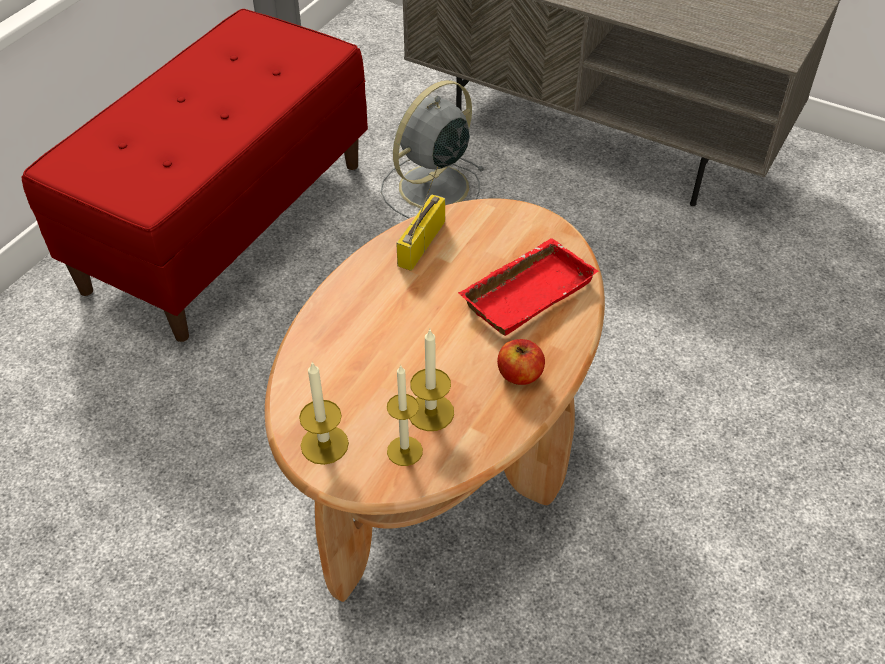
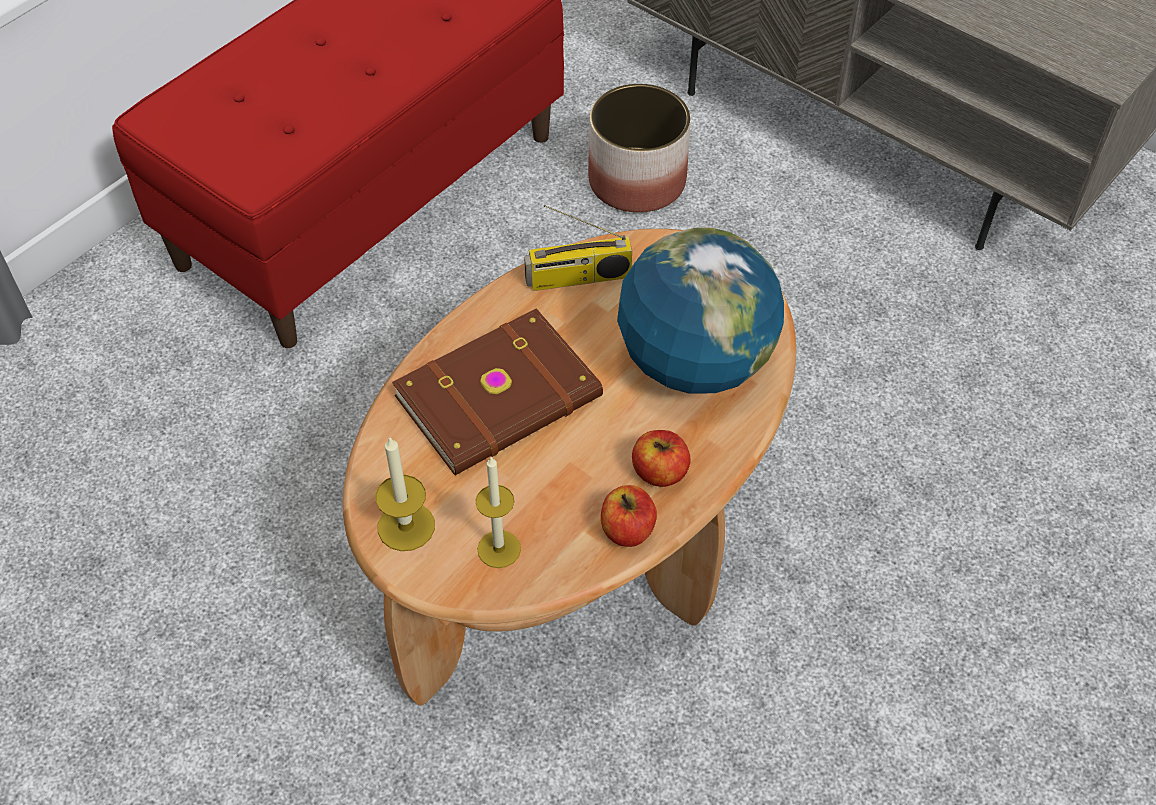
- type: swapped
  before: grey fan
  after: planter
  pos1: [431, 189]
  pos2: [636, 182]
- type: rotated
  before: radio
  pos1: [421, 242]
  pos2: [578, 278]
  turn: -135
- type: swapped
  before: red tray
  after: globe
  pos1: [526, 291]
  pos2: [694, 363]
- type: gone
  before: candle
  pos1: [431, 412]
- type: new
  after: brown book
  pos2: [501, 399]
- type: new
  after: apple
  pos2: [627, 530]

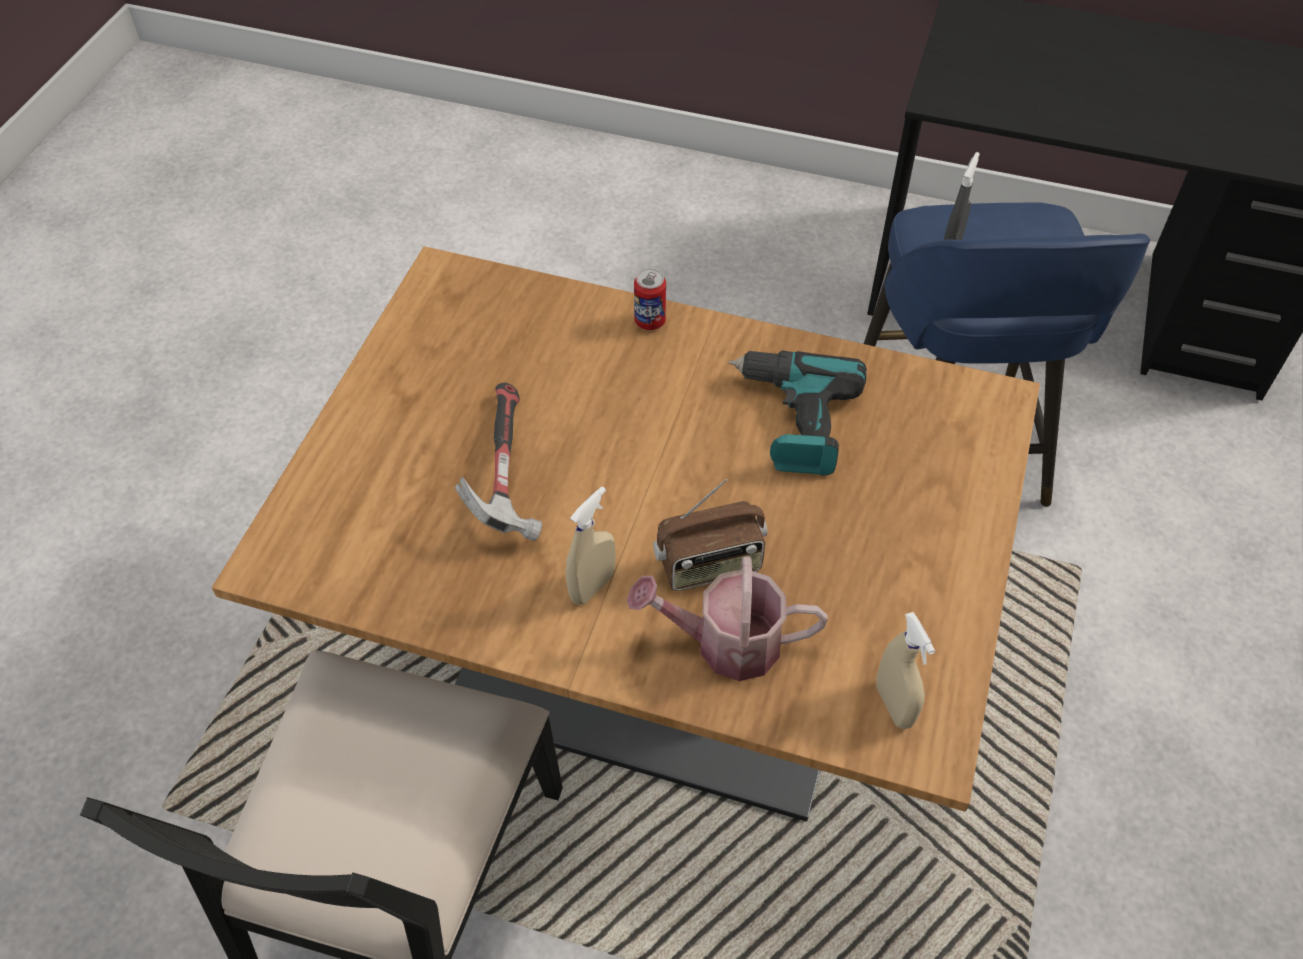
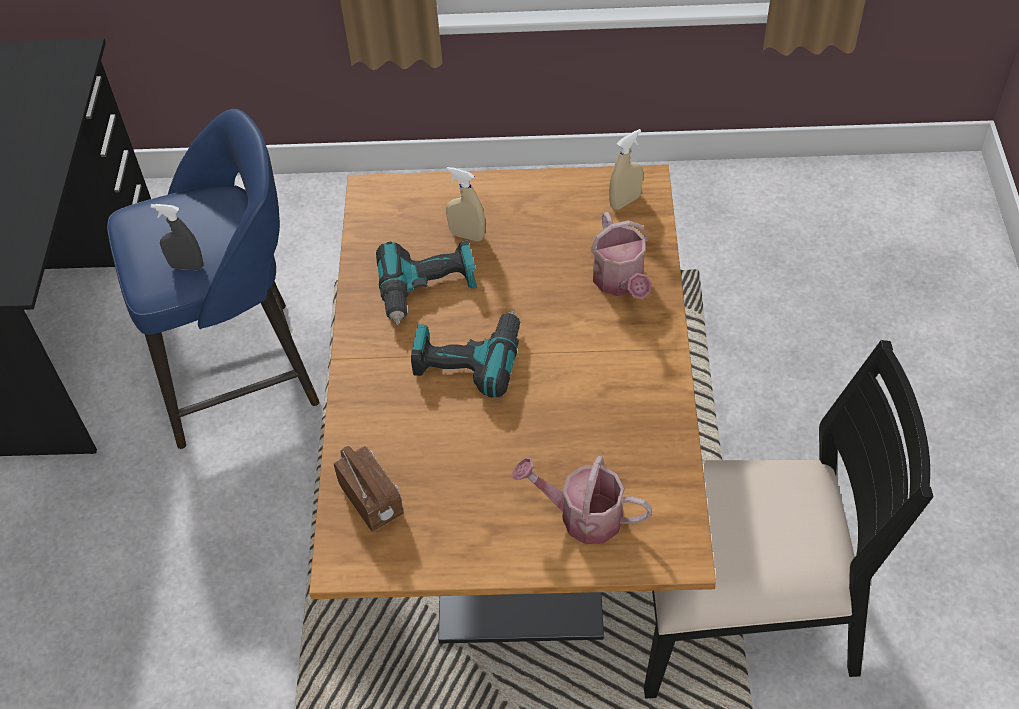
- type: gone
  before: can
  pos1: [650, 321]
- type: gone
  before: hammer
  pos1: [505, 475]
- type: shifted
  before: radio
  pos1: [709, 566]
  pos2: [372, 500]
- type: shifted
  before: beige spray bottle
  pos1: [592, 586]
  pos2: [467, 235]
- type: new
  after: power drill
  pos2: [468, 358]
- type: new
  after: watering can
  pos2: [582, 516]

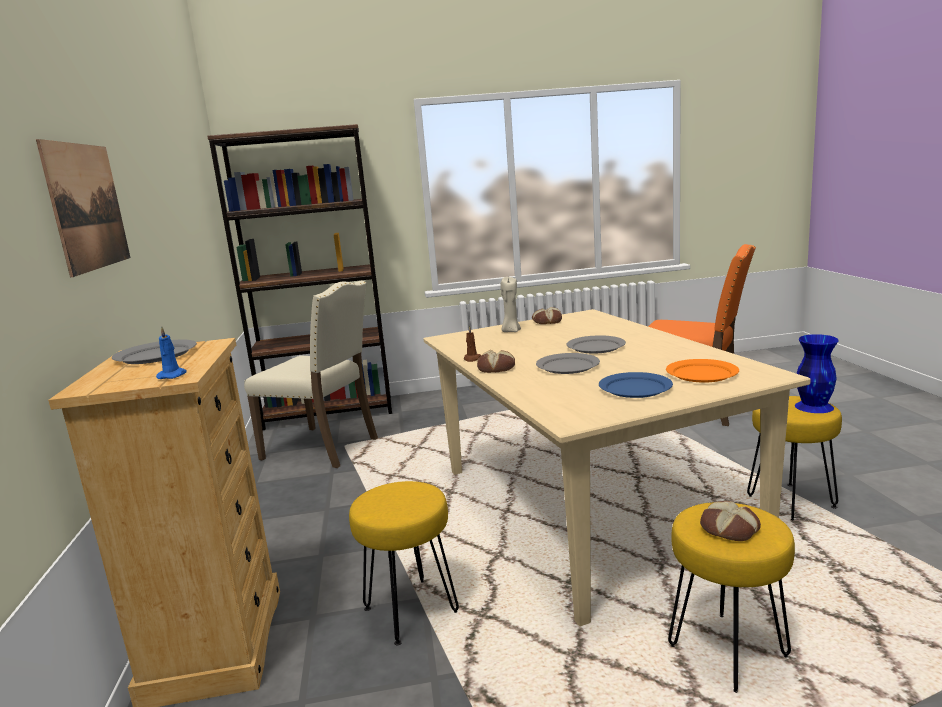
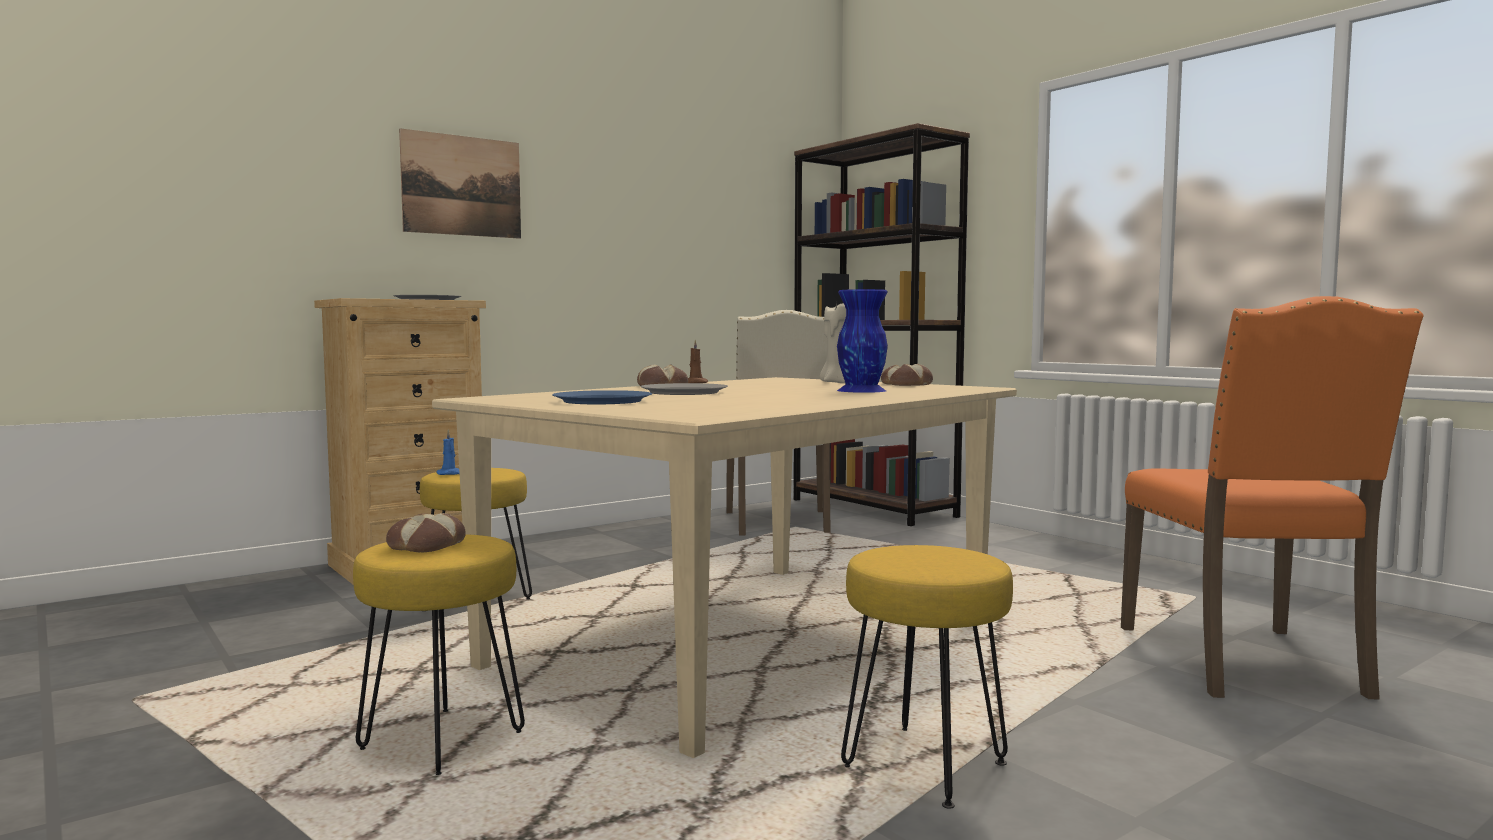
- type: shifted
  before: blue candle
  pos1: [173, 375]
  pos2: [451, 474]
- type: shifted
  before: blue vase
  pos1: [813, 406]
  pos2: [862, 390]
- type: gone
  before: grey plate
  pos1: [596, 347]
- type: gone
  before: orange plate
  pos1: [702, 374]

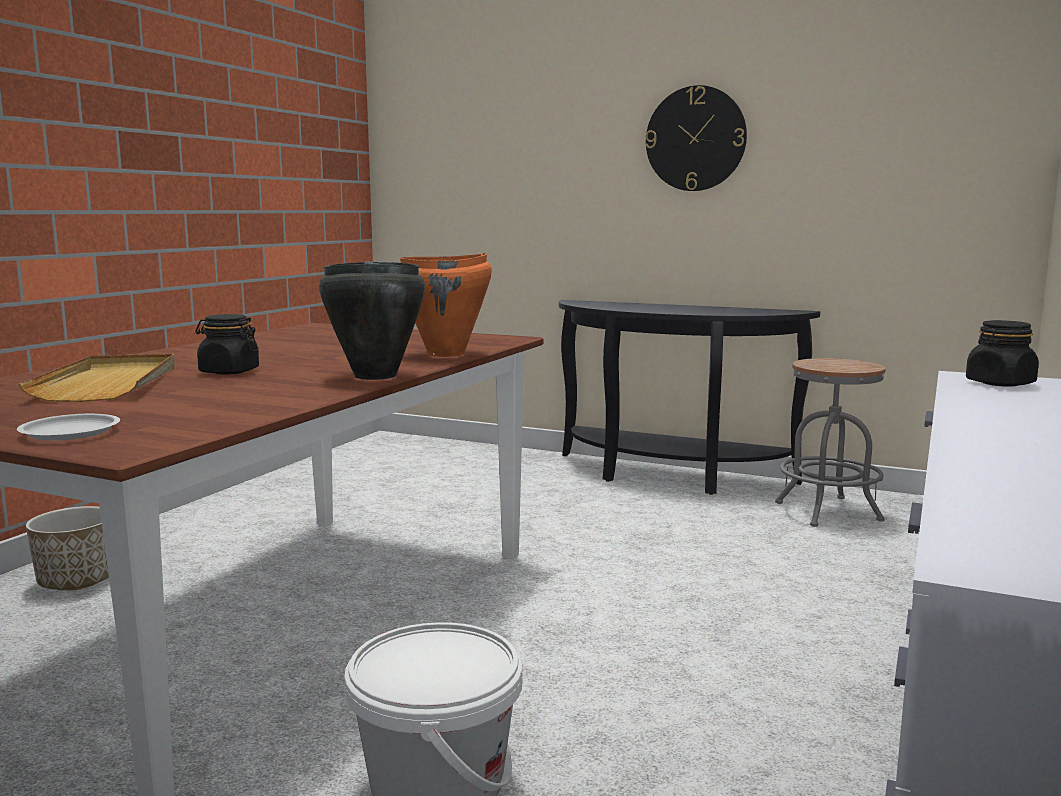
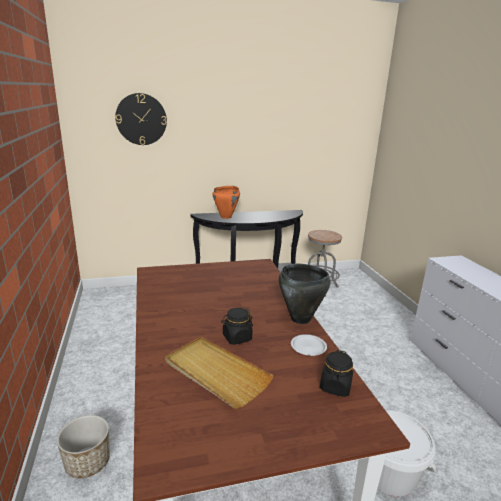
- type: shifted
  before: wall clock
  pos1: [695, 139]
  pos2: [141, 119]
- type: shifted
  before: orange cooking pot
  pos1: [447, 354]
  pos2: [226, 217]
- type: shifted
  before: black jar
  pos1: [1000, 383]
  pos2: [335, 387]
- type: shifted
  before: white plate
  pos1: [69, 432]
  pos2: [308, 347]

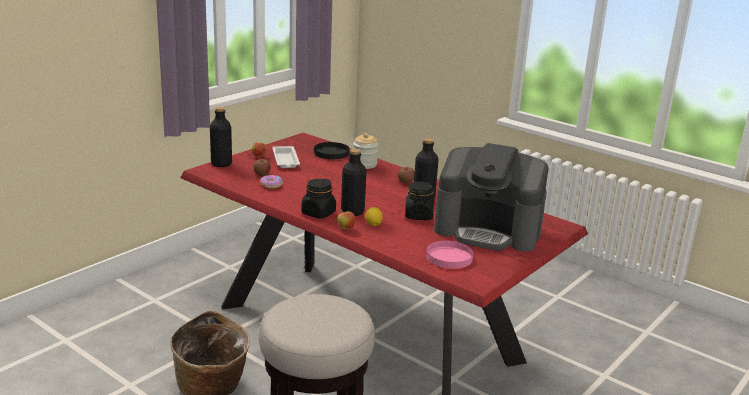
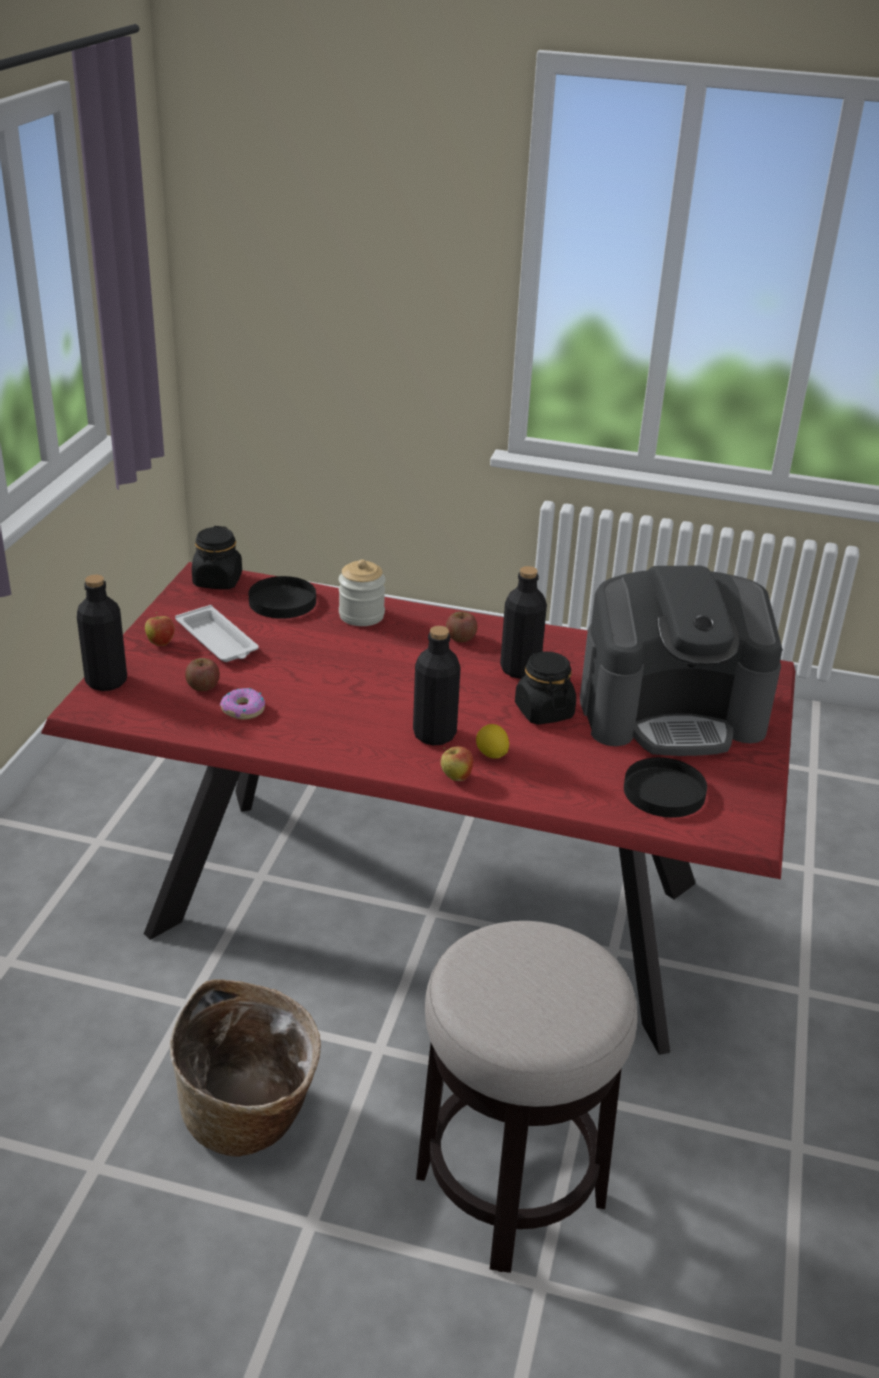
- type: shifted
  before: black jar
  pos1: [318, 213]
  pos2: [217, 581]
- type: repainted
  before: pink plate
  after: black plate
  pos1: [449, 257]
  pos2: [664, 792]

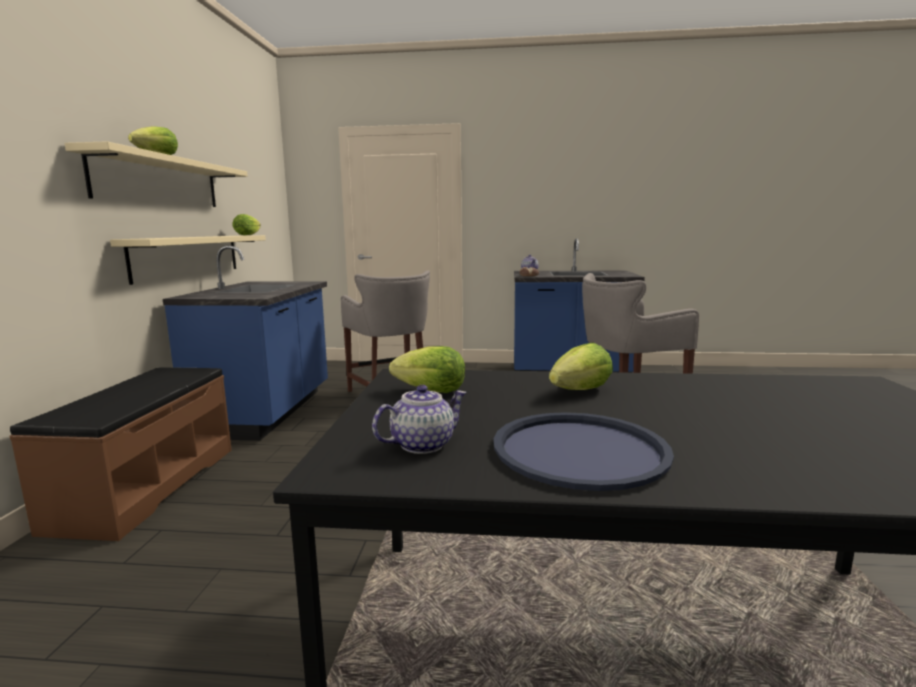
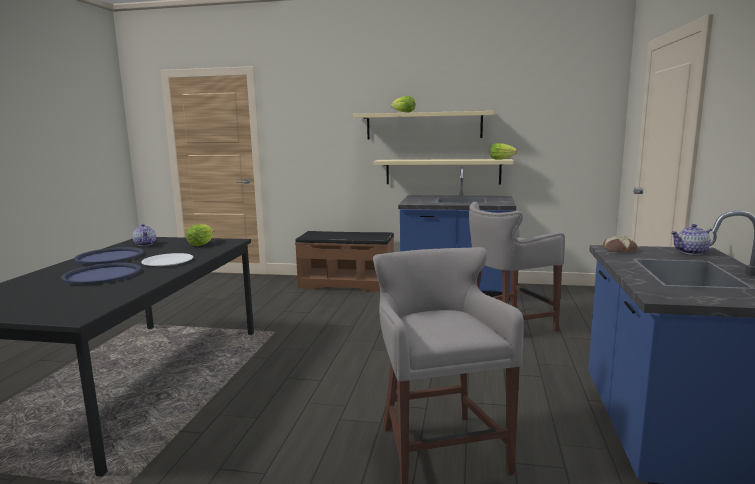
- type: swapped
  before: lettuce
  after: white plate
  pos1: [581, 391]
  pos2: [167, 261]
- type: new
  after: blue tray
  pos2: [102, 275]

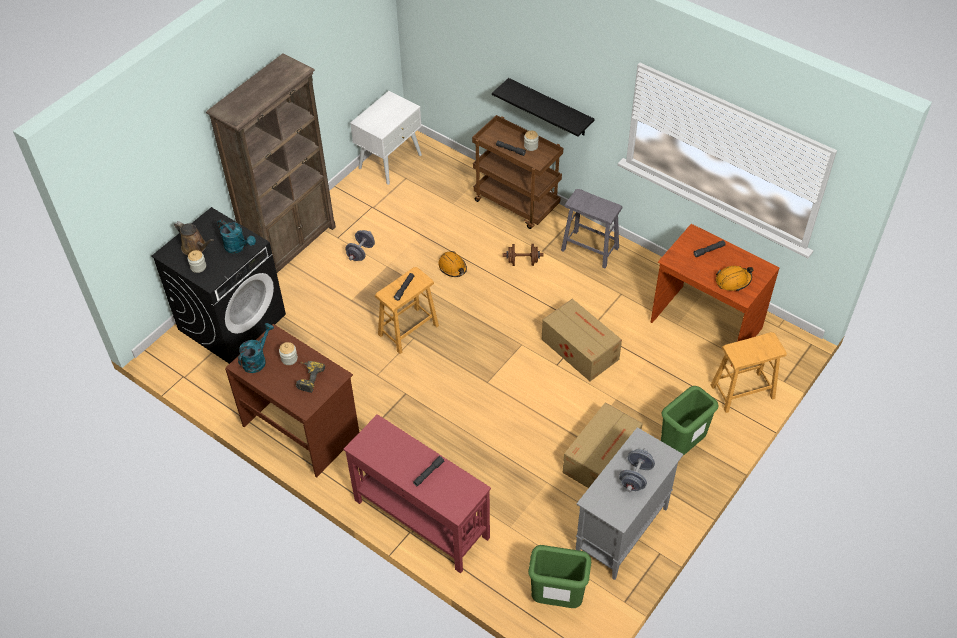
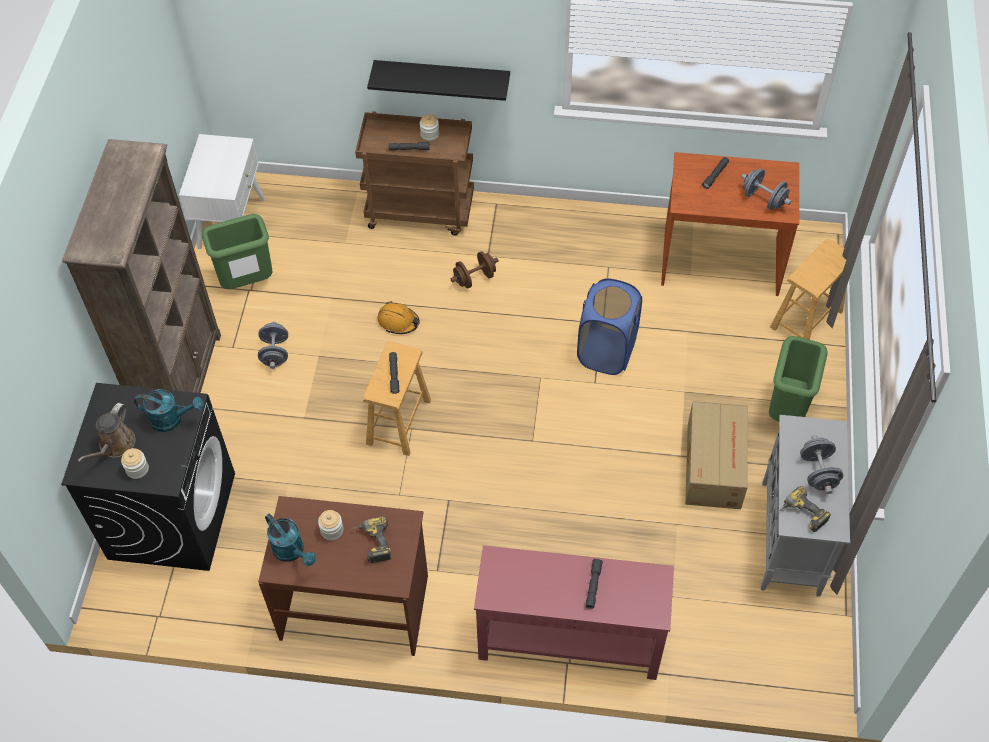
- type: gone
  before: grey stool
  pos1: [590, 249]
- type: rotated
  before: brown watering can
  pos1: [195, 247]
  pos2: [115, 445]
  turn: 105
- type: swapped
  before: orange hard hat
  after: grey dumbbell
  pos1: [733, 281]
  pos2: [763, 199]
- type: swapped
  before: cardboard box
  after: blue laundry basket
  pos1: [579, 348]
  pos2: [606, 351]
- type: rotated
  before: turquoise watering can
  pos1: [257, 360]
  pos2: [292, 551]
  turn: 135
- type: shifted
  before: green trash can
  pos1: [556, 599]
  pos2: [247, 283]
- type: new
  after: power drill
  pos2: [801, 515]

